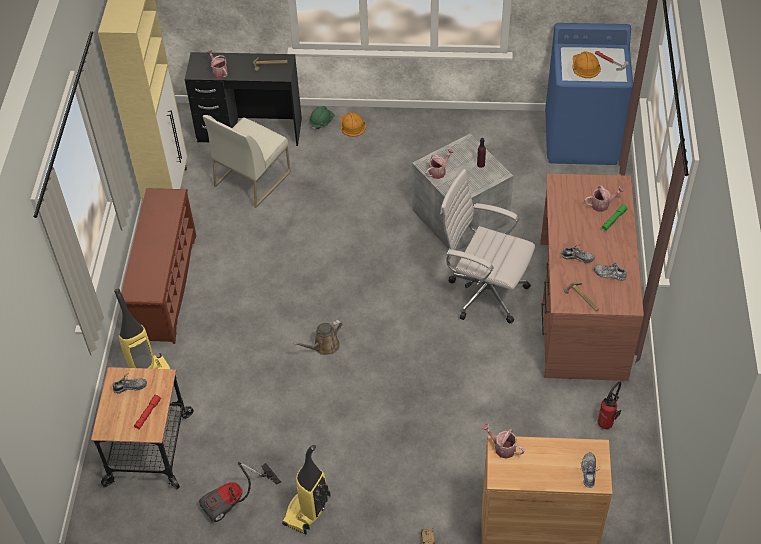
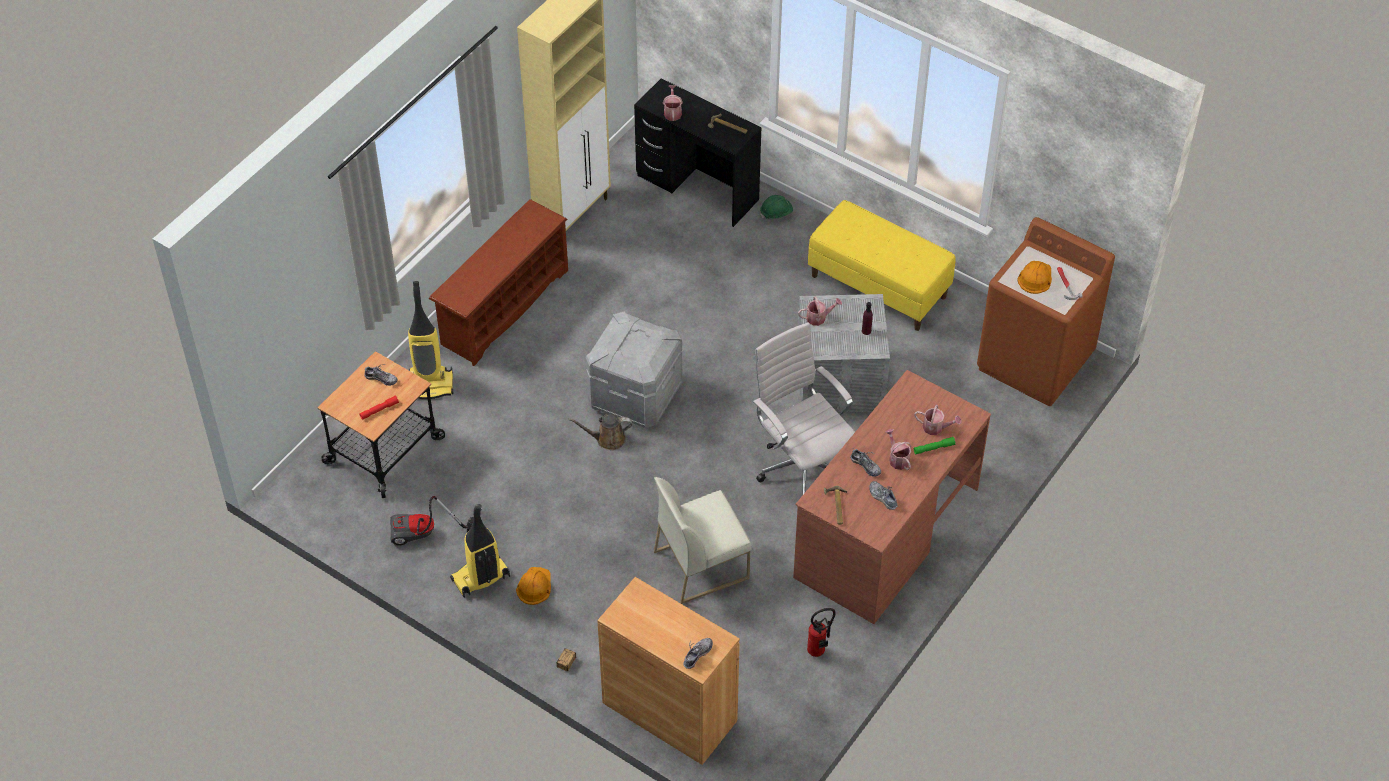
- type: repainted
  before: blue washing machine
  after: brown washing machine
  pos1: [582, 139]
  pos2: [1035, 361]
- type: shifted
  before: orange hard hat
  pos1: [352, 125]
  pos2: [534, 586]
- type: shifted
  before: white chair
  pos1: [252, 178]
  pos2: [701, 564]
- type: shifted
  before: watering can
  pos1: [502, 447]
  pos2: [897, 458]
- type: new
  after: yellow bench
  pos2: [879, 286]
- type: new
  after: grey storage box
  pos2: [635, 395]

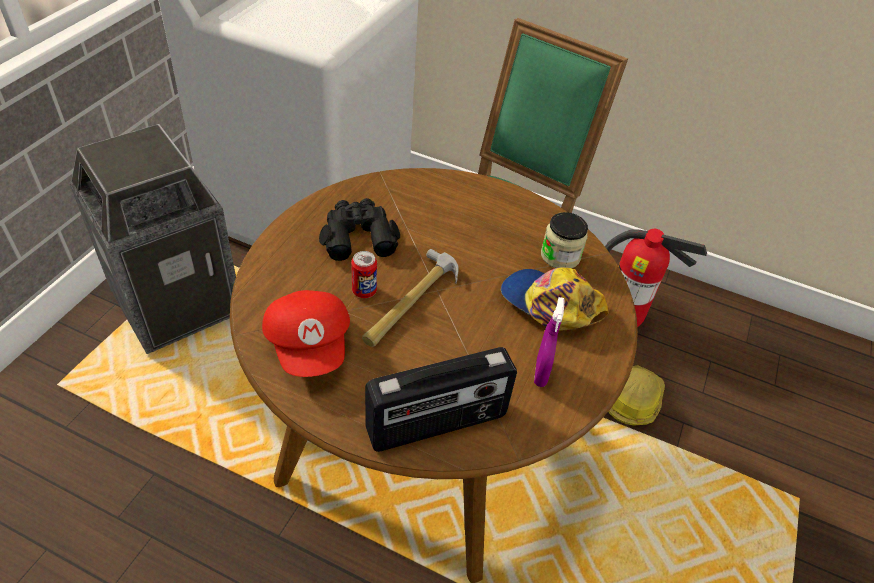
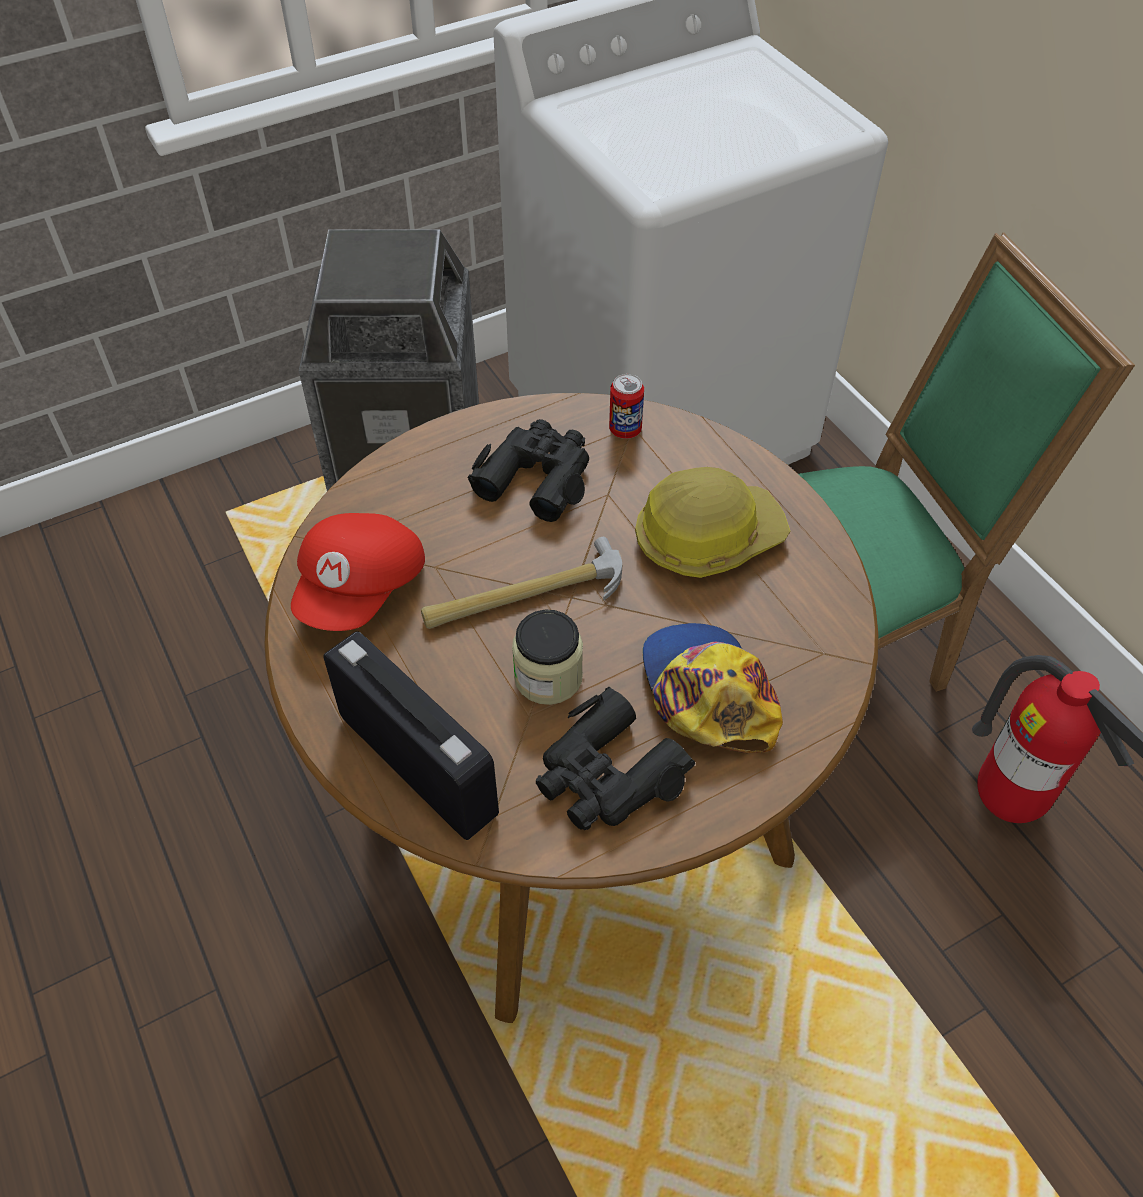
- type: shifted
  before: jar
  pos1: [560, 256]
  pos2: [548, 677]
- type: shifted
  before: can
  pos1: [364, 291]
  pos2: [625, 430]
- type: swapped
  before: purple spray bottle
  after: black binoculars
  pos1: [541, 372]
  pos2: [606, 775]
- type: rotated
  before: radio
  pos1: [437, 424]
  pos2: [419, 764]
  turn: -150
- type: shifted
  before: hard hat
  pos1: [631, 400]
  pos2: [707, 537]

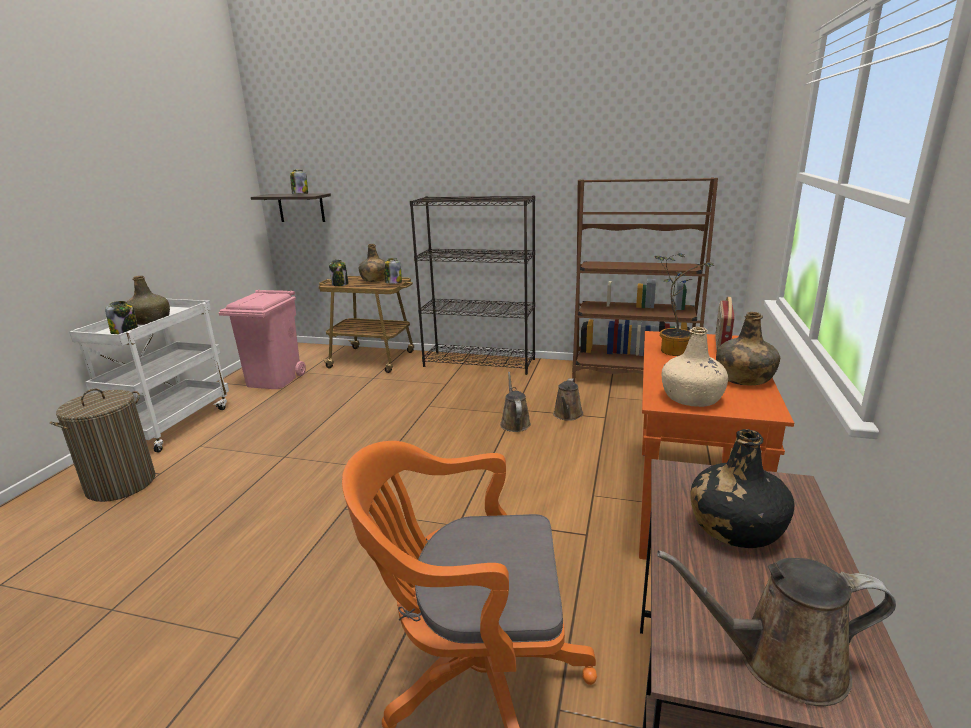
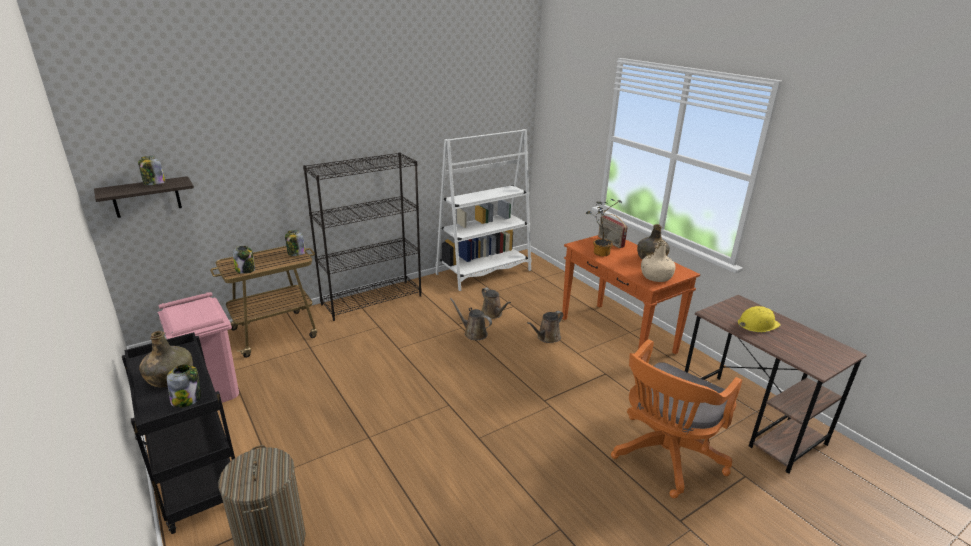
- type: repainted
  before: brown bookcase
  after: white bookcase
  pos1: [632, 376]
  pos2: [484, 272]
- type: gone
  before: green bottle
  pos1: [374, 279]
- type: repainted
  before: white cart
  after: black cart
  pos1: [173, 424]
  pos2: [196, 479]
- type: swapped
  before: black bottle
  after: yellow hard hat
  pos1: [735, 528]
  pos2: [757, 324]
- type: shifted
  before: brown watering can
  pos1: [780, 661]
  pos2: [547, 338]

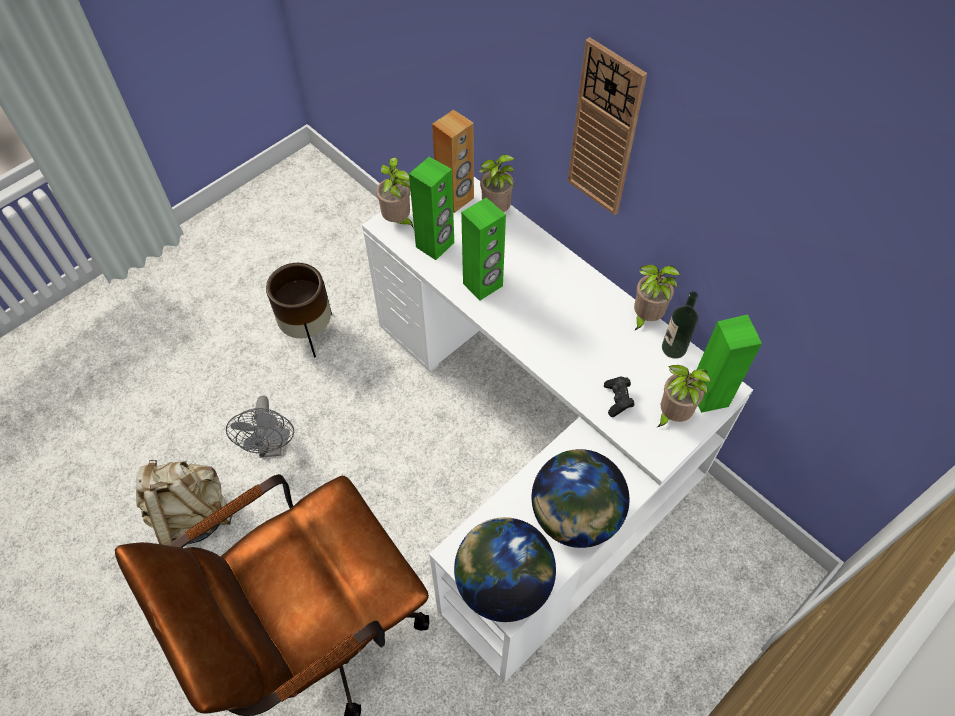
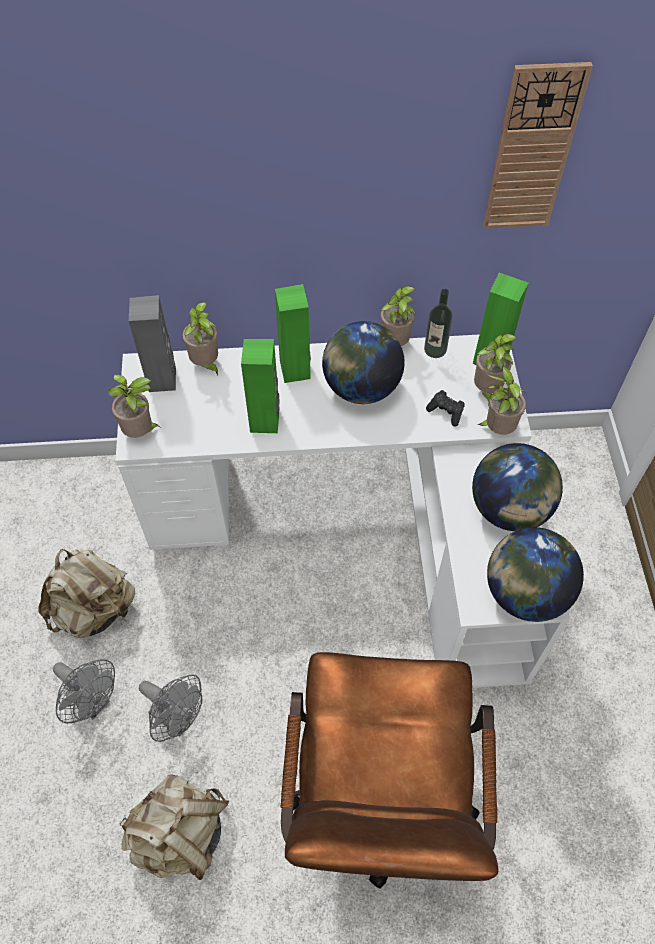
- type: shifted
  before: wall clock
  pos1: [605, 131]
  pos2: [532, 150]
- type: repainted
  before: brown speaker
  after: grey speaker
  pos1: [455, 199]
  pos2: [163, 379]
- type: shifted
  before: green speaker
  pos1: [435, 245]
  pos2: [295, 369]
- type: swapped
  before: brown planter
  after: beige backpack
  pos1: [309, 332]
  pos2: [94, 609]
- type: new
  after: globe
  pos2: [361, 387]
- type: new
  after: potted plant
  pos2: [497, 429]
- type: new
  after: grey fan
  pos2: [93, 702]

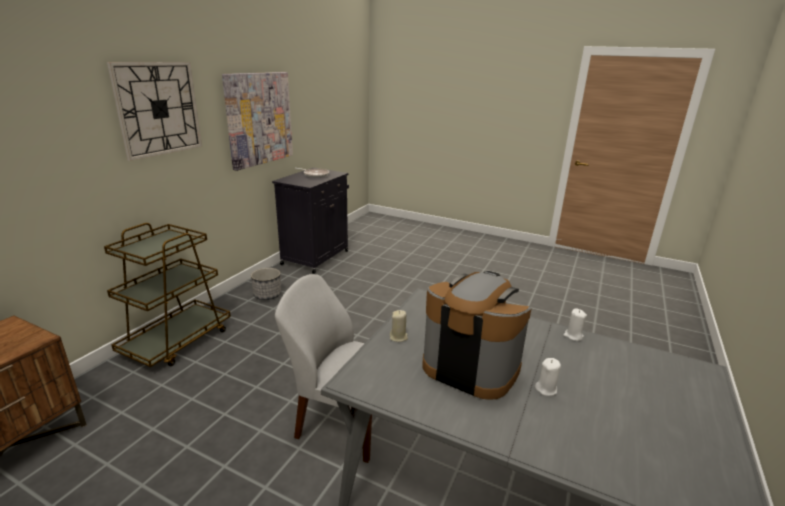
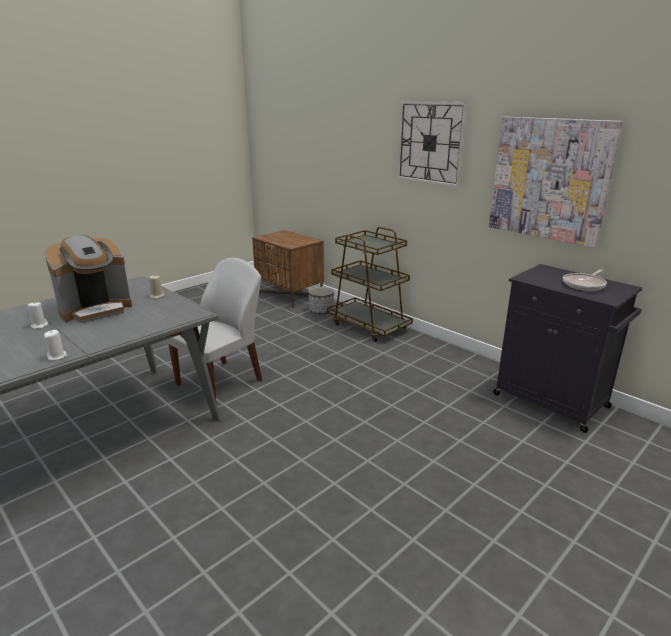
- type: shifted
  before: planter
  pos1: [267, 295]
  pos2: [321, 311]

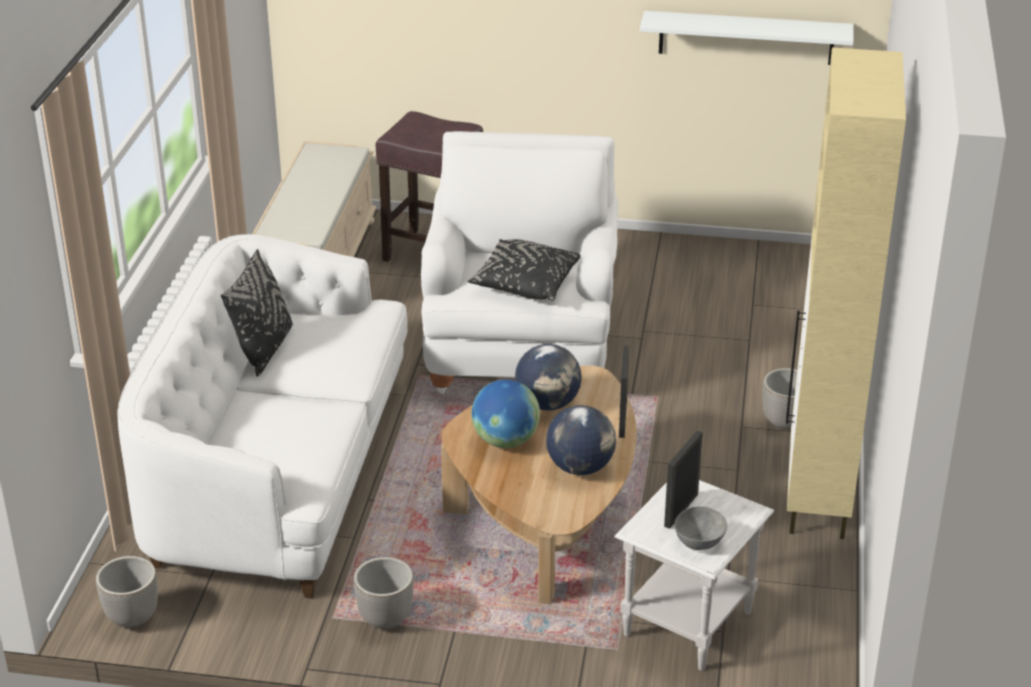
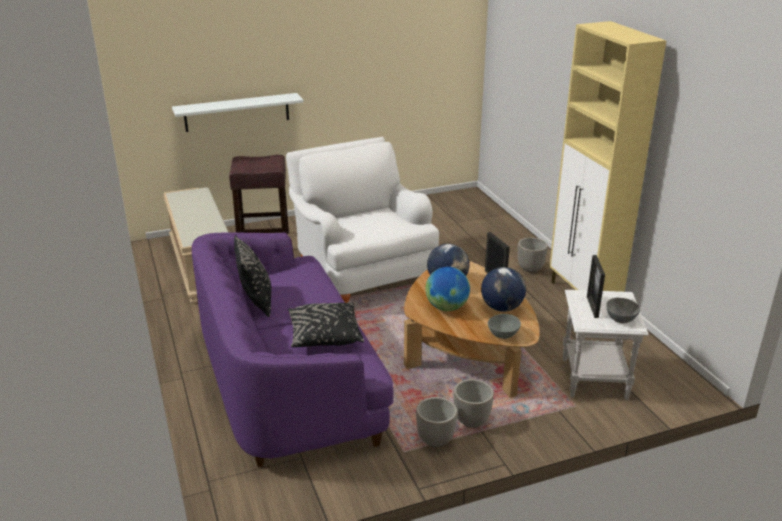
- type: shifted
  before: white shelf
  pos1: [746, 37]
  pos2: [237, 112]
- type: repainted
  before: white sofa
  after: purple sofa
  pos1: [279, 475]
  pos2: [287, 382]
- type: shifted
  before: black pillow
  pos1: [525, 284]
  pos2: [324, 336]
- type: shifted
  before: planter
  pos1: [132, 617]
  pos2: [471, 421]
- type: new
  after: grey bowl
  pos2: [504, 335]

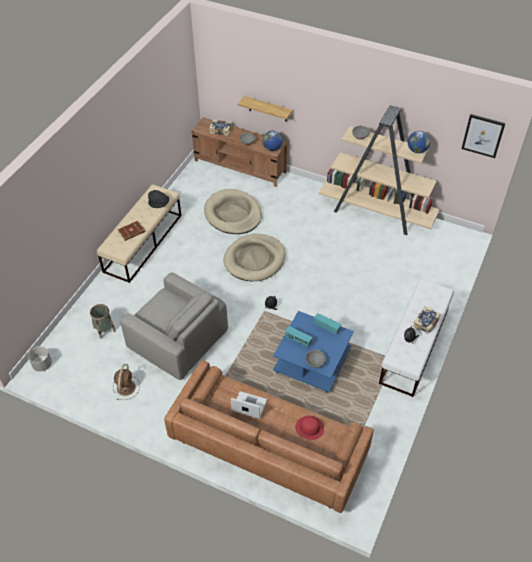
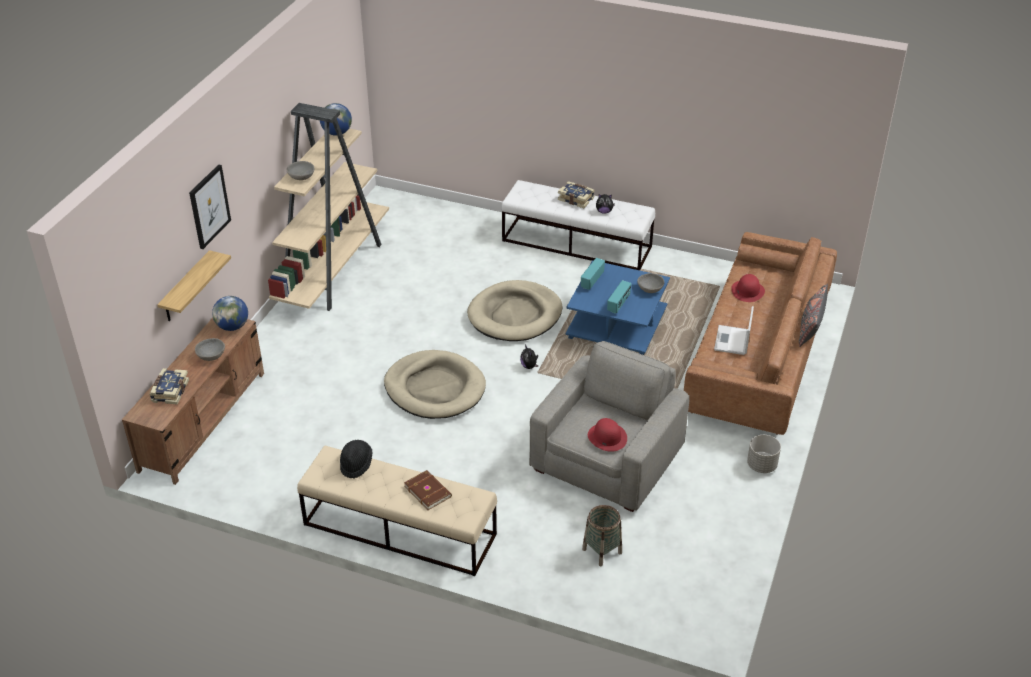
- type: shifted
  before: picture
  pos1: [483, 135]
  pos2: [209, 206]
- type: shifted
  before: beige dog bed
  pos1: [233, 214]
  pos2: [515, 315]
- type: shifted
  before: grey planter
  pos1: [42, 365]
  pos2: [762, 465]
- type: gone
  before: brown fan
  pos1: [126, 387]
- type: new
  after: grey pillow
  pos2: [810, 327]
- type: new
  after: red hat
  pos2: [607, 437]

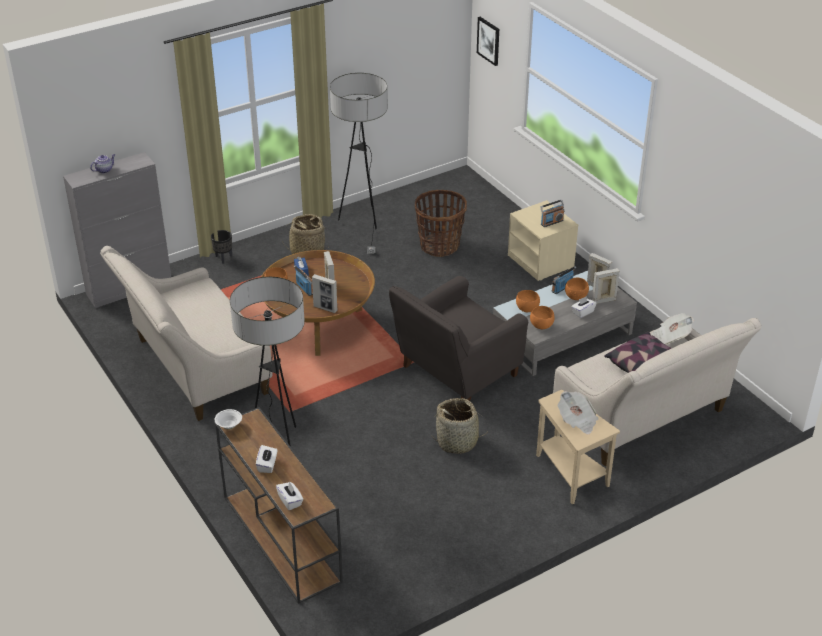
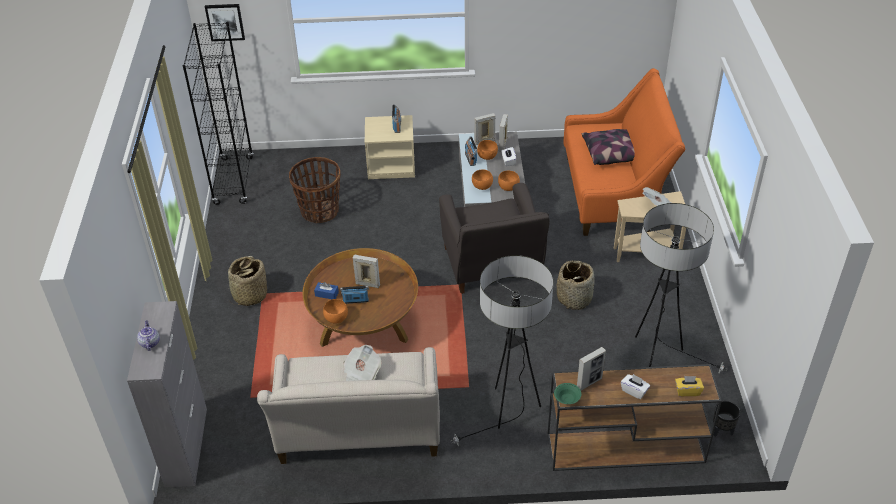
- type: shifted
  before: floor lamp
  pos1: [362, 223]
  pos2: [658, 356]
- type: shifted
  before: black planter
  pos1: [223, 258]
  pos2: [721, 431]
- type: shifted
  before: picture frame
  pos1: [325, 308]
  pos2: [589, 383]
- type: shifted
  before: newspaper
  pos1: [670, 337]
  pos2: [361, 375]
- type: repainted
  before: beige sofa
  after: orange sofa
  pos1: [645, 420]
  pos2: [614, 193]
- type: repainted
  before: white bowl
  after: green bowl
  pos1: [229, 426]
  pos2: [567, 400]
- type: repainted
  before: white tissue box
  after: yellow tissue box
  pos1: [290, 501]
  pos2: [687, 391]
- type: new
  after: black bookcase
  pos2: [233, 181]

